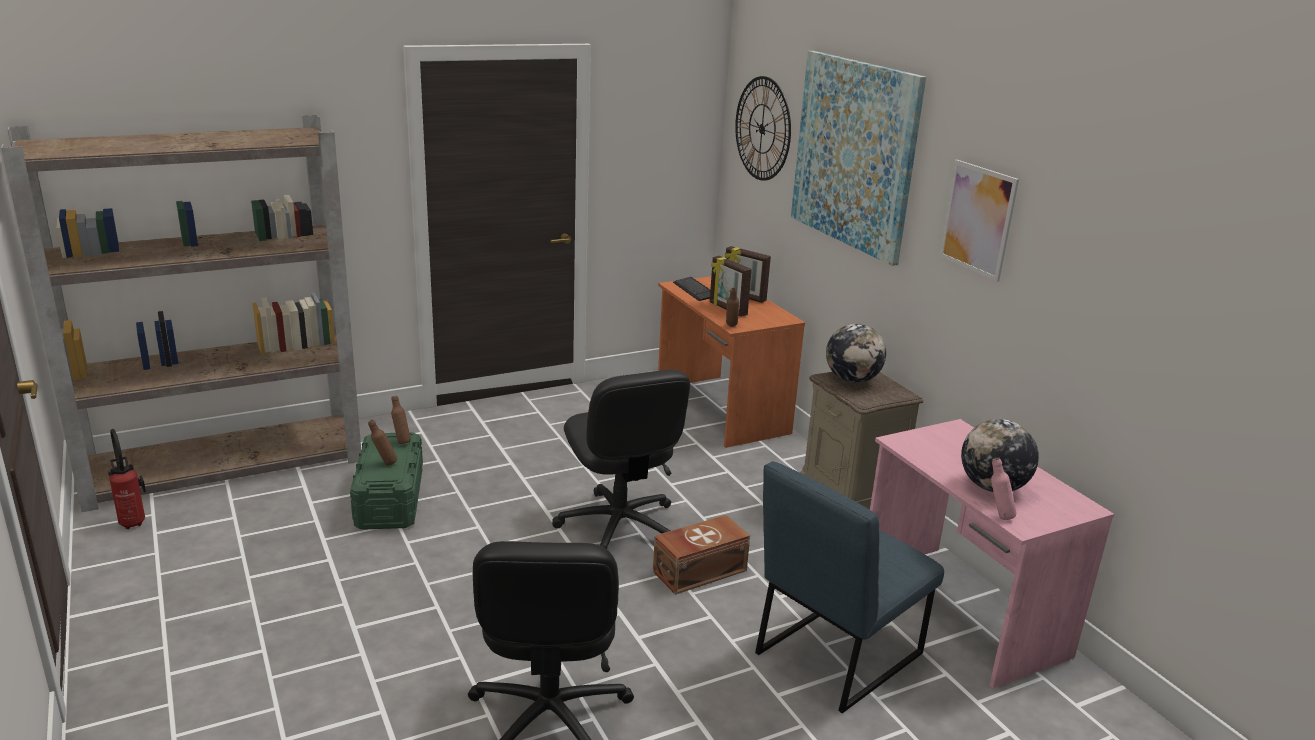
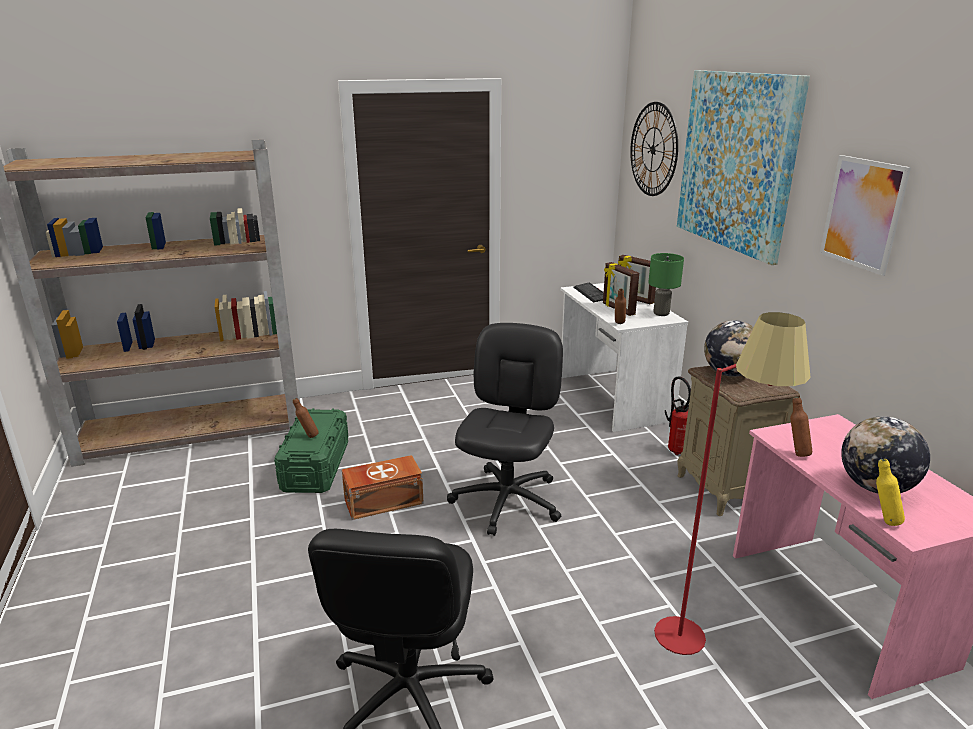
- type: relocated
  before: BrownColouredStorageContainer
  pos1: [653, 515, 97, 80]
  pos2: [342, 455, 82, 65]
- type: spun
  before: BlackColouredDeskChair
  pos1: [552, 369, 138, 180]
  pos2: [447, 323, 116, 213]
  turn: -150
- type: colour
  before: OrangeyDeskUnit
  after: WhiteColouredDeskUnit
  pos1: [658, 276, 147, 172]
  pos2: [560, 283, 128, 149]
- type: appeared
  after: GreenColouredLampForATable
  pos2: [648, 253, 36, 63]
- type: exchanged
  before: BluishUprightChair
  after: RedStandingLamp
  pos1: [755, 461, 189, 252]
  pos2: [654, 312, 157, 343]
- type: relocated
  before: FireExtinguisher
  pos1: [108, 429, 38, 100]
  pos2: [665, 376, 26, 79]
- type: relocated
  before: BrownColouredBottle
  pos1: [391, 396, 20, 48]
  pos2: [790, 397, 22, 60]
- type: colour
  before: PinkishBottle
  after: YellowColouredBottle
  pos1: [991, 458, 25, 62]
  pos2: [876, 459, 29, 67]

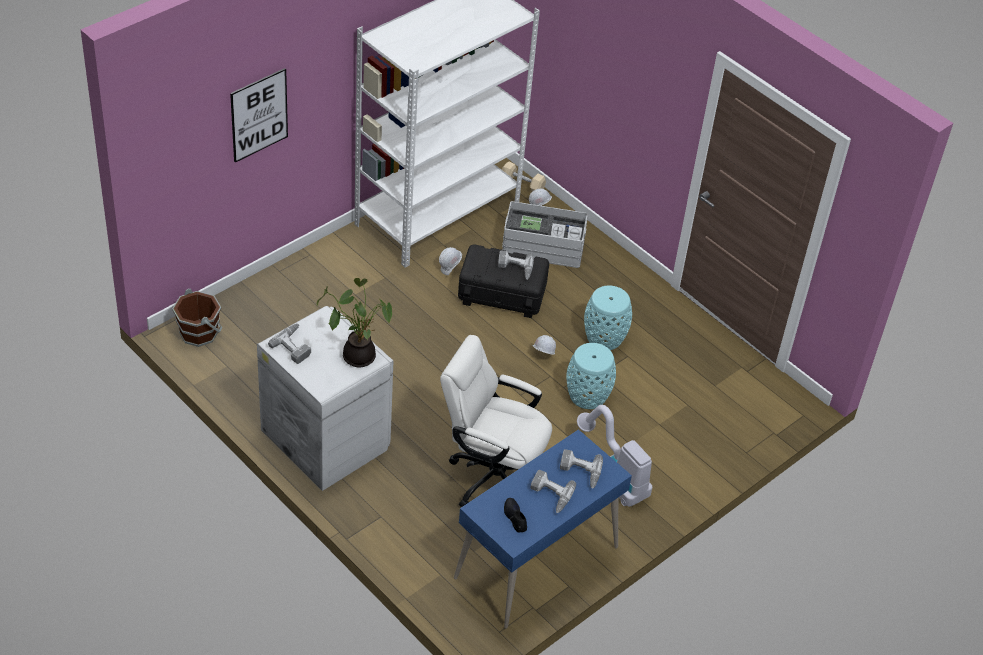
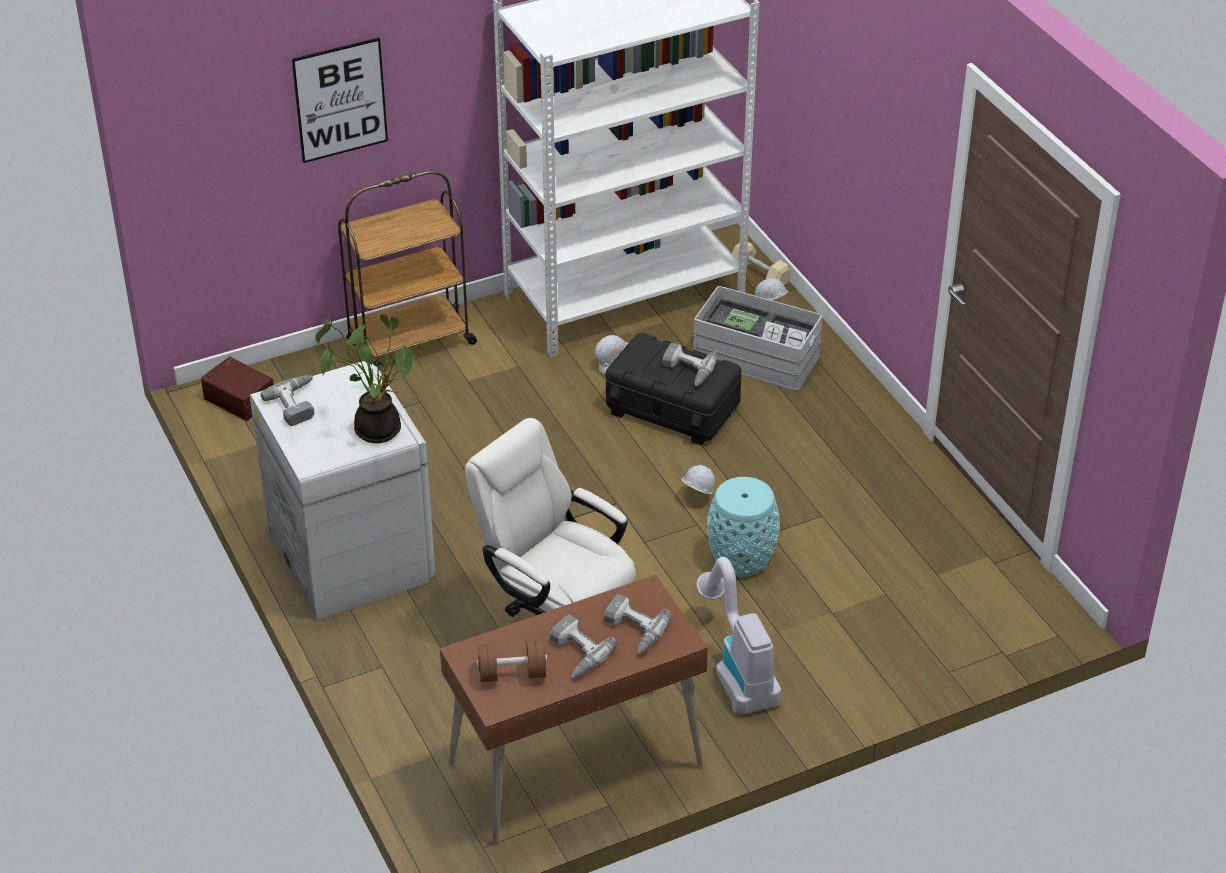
- type: exchanged
  before: BrownColouredWaterBucket
  after: BrownColouredStorageContainer
  pos1: [172, 289, 50, 58]
  pos2: [201, 356, 73, 65]
- type: appeared
  after: BrownColouredTrolley
  pos2: [338, 171, 139, 196]
- type: colour
  before: BluishDeskUnit
  after: BrownColouredDeskUnit
  pos1: [454, 429, 178, 200]
  pos2: [440, 574, 268, 271]
- type: exchanged
  before: BlackColouredLowShoe
  after: BrownColouredHandWeight
  pos1: [504, 498, 23, 34]
  pos2: [476, 640, 72, 42]
- type: missing
  before: BlueGreenSittingStool
  pos1: [584, 286, 48, 64]

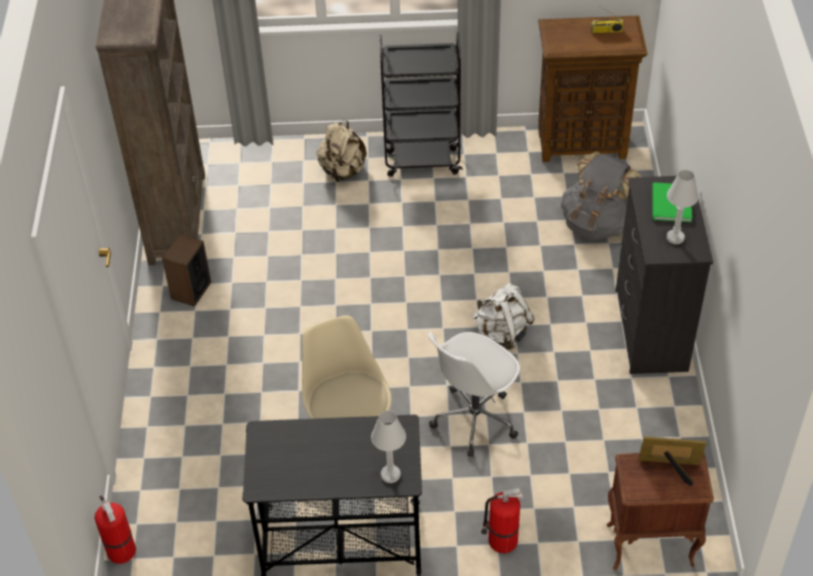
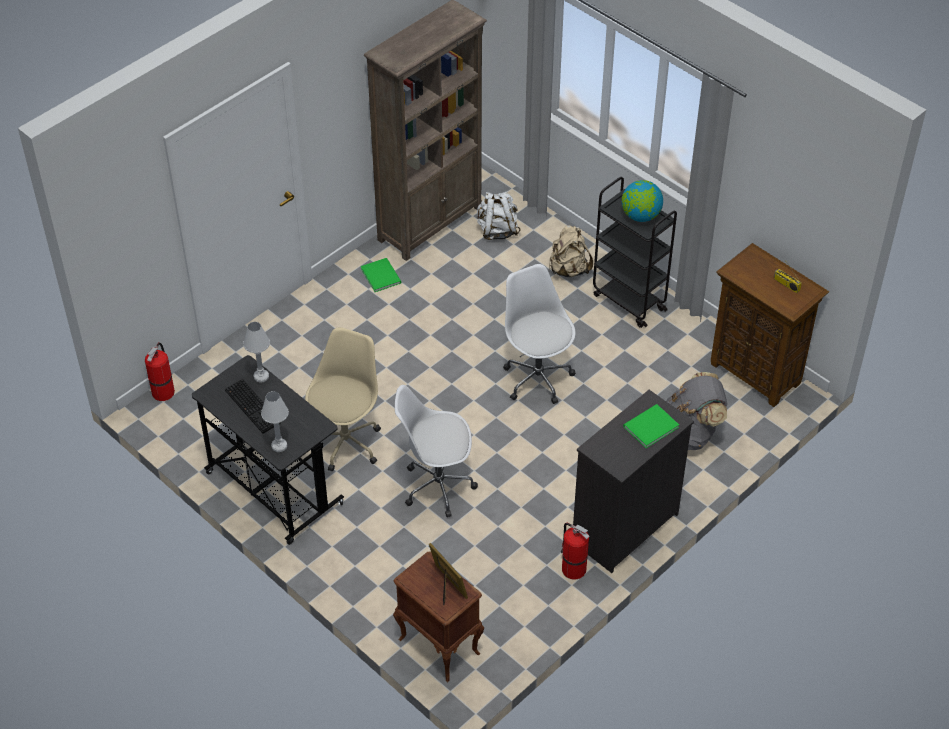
- type: appeared
  after: ComputerKeyboard
  pos2: [225, 379, 56, 55]
- type: relocated
  before: WhiteColouredLampForATable
  pos1: [666, 170, 32, 74]
  pos2: [243, 322, 27, 61]
- type: exchanged
  before: Loudspeaker
  after: GreenColouredBoundBook
  pos1: [162, 234, 49, 73]
  pos2: [361, 258, 40, 34]
- type: relocated
  before: WhiteColouredRucksack
  pos1: [472, 283, 63, 67]
  pos2: [477, 191, 44, 49]
- type: appeared
  after: WhiteColouredDeskChair
  pos2: [503, 264, 73, 140]
- type: relocated
  before: FireExtinguisher
  pos1: [481, 488, 42, 65]
  pos2: [561, 523, 29, 57]
- type: appeared
  after: Globe
  pos2: [622, 180, 41, 42]

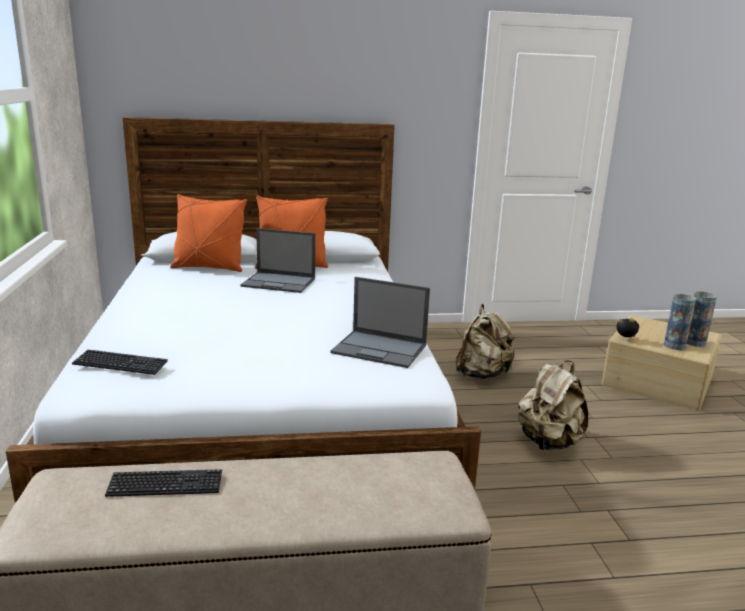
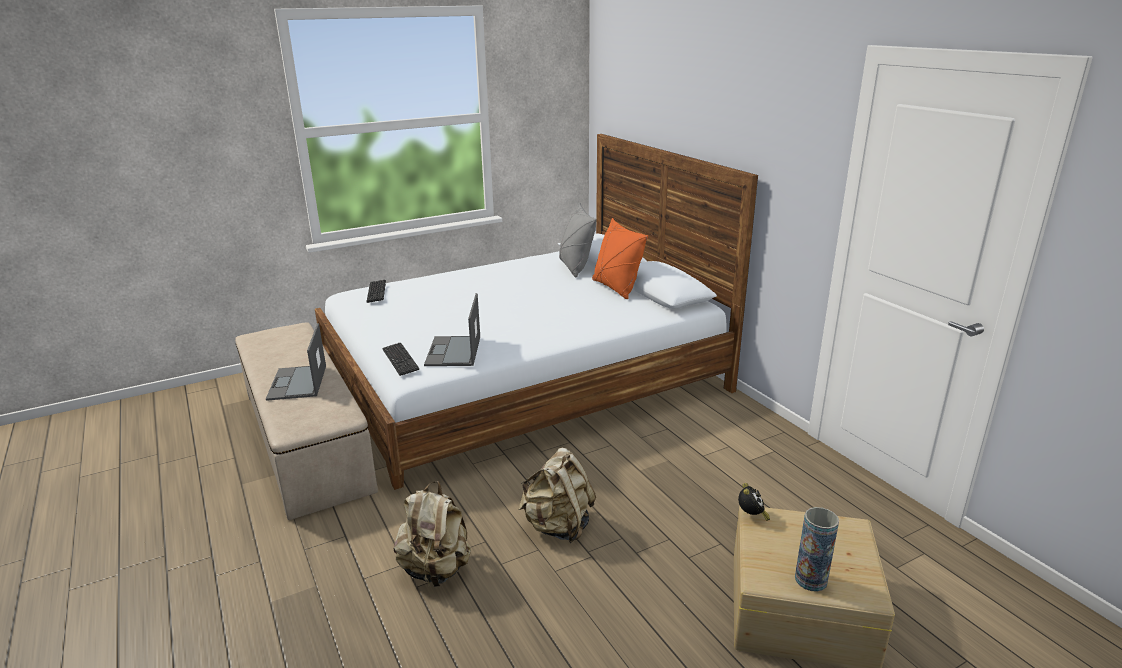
- type: relocated
  before: PortableComputer
  pos1: [240, 228, 75, 65]
  pos2: [266, 323, 60, 78]
- type: relocated
  before: ComputerKeyboard
  pos1: [105, 469, 117, 28]
  pos2: [382, 343, 38, 33]
- type: relocated
  before: BeigeColouredRucksack
  pos1: [455, 304, 60, 75]
  pos2: [394, 481, 77, 106]
- type: colour
  before: OrangeyThrowPillow
  after: GrayThrowPillow
  pos1: [170, 194, 77, 78]
  pos2: [559, 203, 38, 75]
- type: missing
  before: Vase
  pos1: [664, 294, 32, 56]

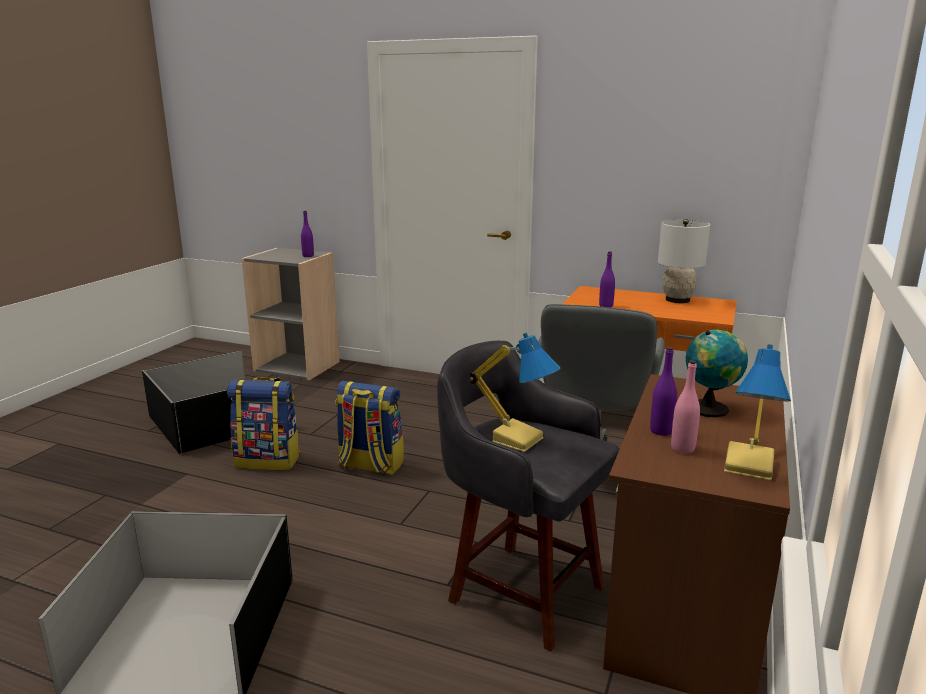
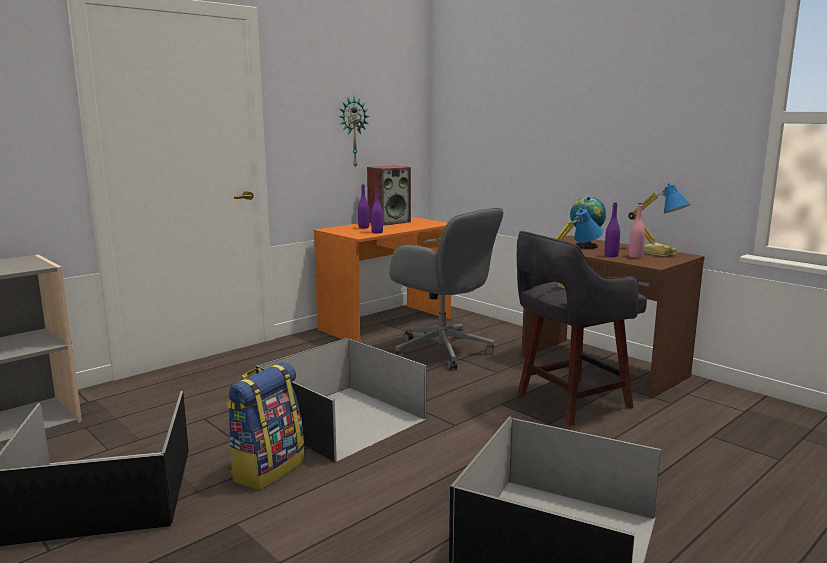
- type: exchanged
  before: Rucksack
  after: BlackColouredStorageContainer
  pos1: [336, 381, 68, 94]
  pos2: [256, 337, 171, 125]
- type: appeared
  after: WallClock
  pos2: [338, 97, 32, 72]
- type: relocated
  before: PurpleBottle
  pos1: [301, 211, 13, 46]
  pos2: [358, 184, 11, 44]
- type: exchanged
  before: WhiteColouredLampForATable
  after: Loudspeaker
  pos1: [658, 219, 52, 84]
  pos2: [367, 165, 44, 61]

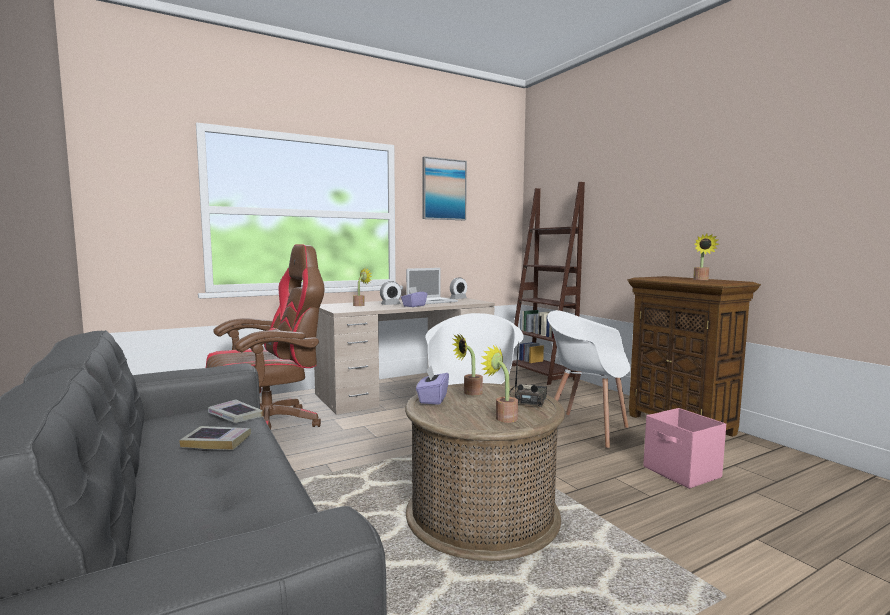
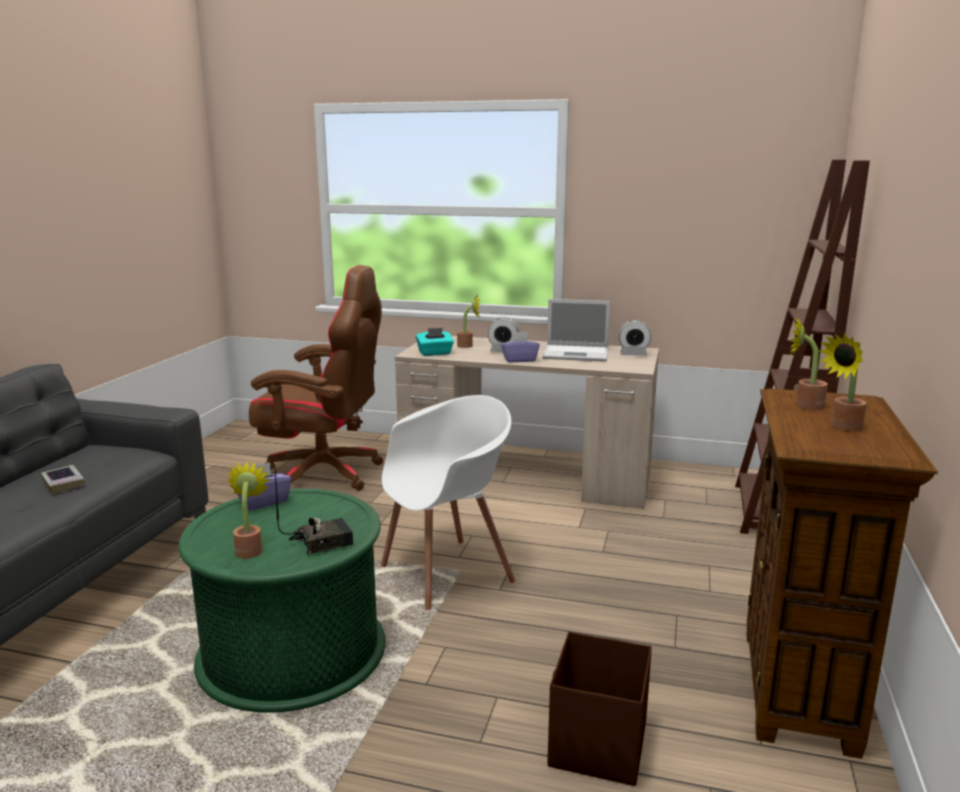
- type: colour
  before: BrownColouredLowTable
  after: GreenColouredLowTable
  pos1: [405, 383, 160, 178]
  pos2: [179, 488, 207, 225]
- type: appeared
  after: BlueGreenTissueHolder
  pos2: [416, 328, 38, 28]
- type: colour
  before: PinkishStorageContainer
  after: BrownColouredStorageContainer
  pos1: [643, 408, 83, 81]
  pos2: [548, 632, 104, 154]
- type: relocated
  before: PottedPlant
  pos1: [453, 333, 30, 63]
  pos2: [790, 317, 38, 93]
- type: missing
  before: BoundBook
  pos1: [208, 399, 55, 24]
- type: missing
  before: Picture
  pos1: [422, 156, 45, 64]
- type: missing
  before: WhiteColouredUprightChair
  pos1: [547, 310, 83, 138]

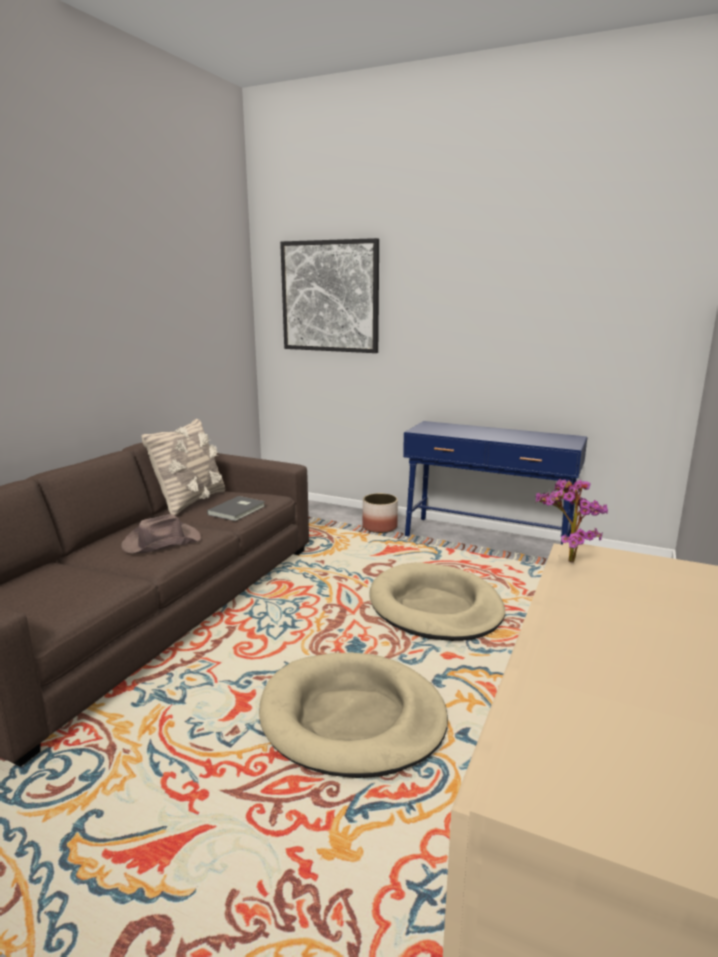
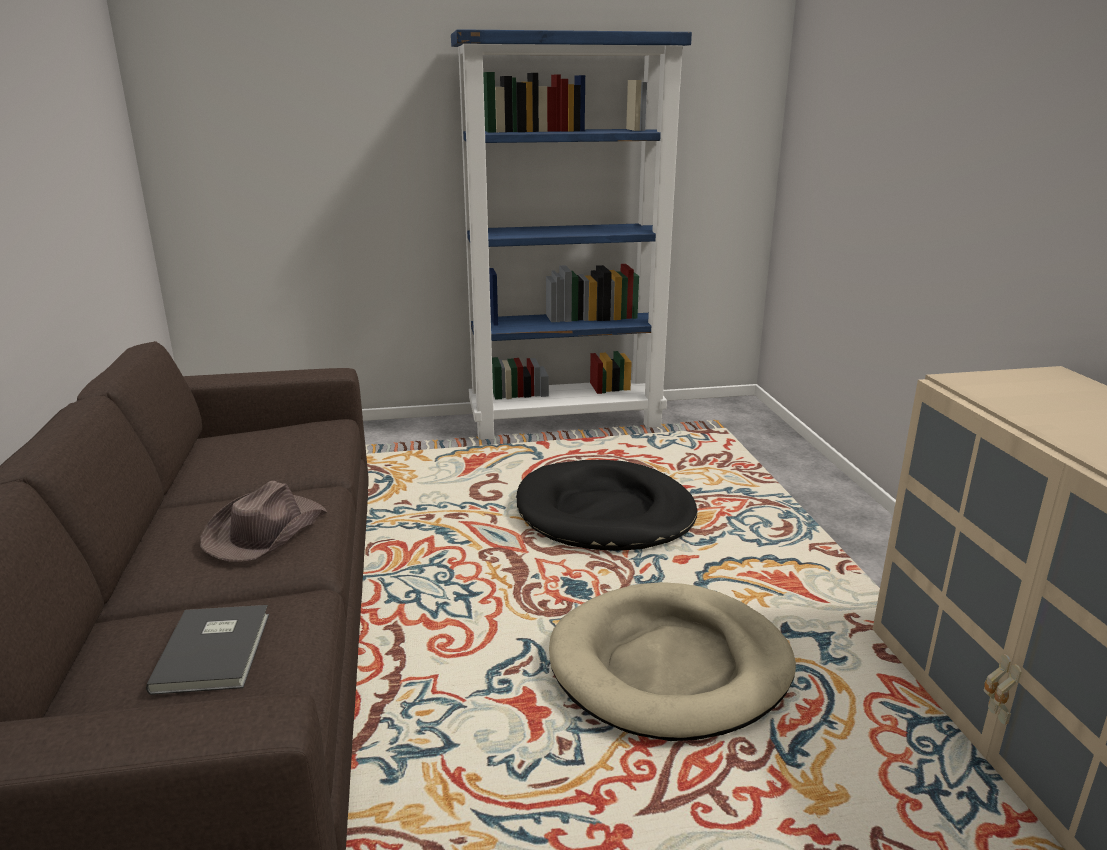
- type: relocated
  before: GrayBoundBook
  pos1: [207, 496, 58, 25]
  pos2: [146, 605, 123, 90]
- type: exchanged
  before: BluishConsoleTable
  after: BluishShelvingUnit
  pos1: [403, 421, 184, 124]
  pos2: [451, 29, 241, 411]
- type: colour
  before: BeigeColouredPetBed
  after: BlackColouredPetBed
  pos1: [369, 562, 136, 79]
  pos2: [517, 460, 180, 91]
- type: missing
  before: BeigeColouredThrowPillow
  pos1: [142, 419, 83, 96]
- type: missing
  before: Picture
  pos1: [280, 238, 99, 115]
- type: missing
  before: FlowerPot
  pos1: [363, 493, 35, 40]
- type: missing
  before: PottedPlant
  pos1: [536, 479, 72, 84]

